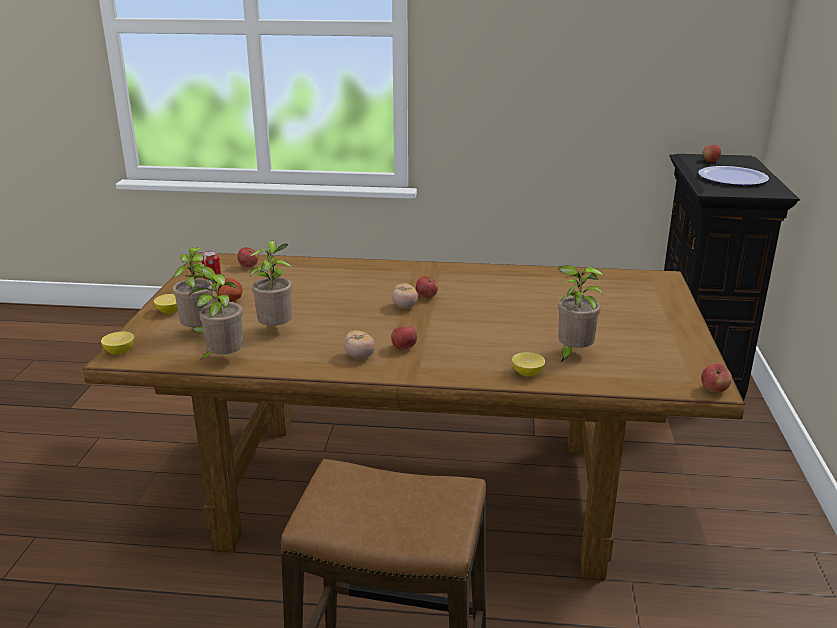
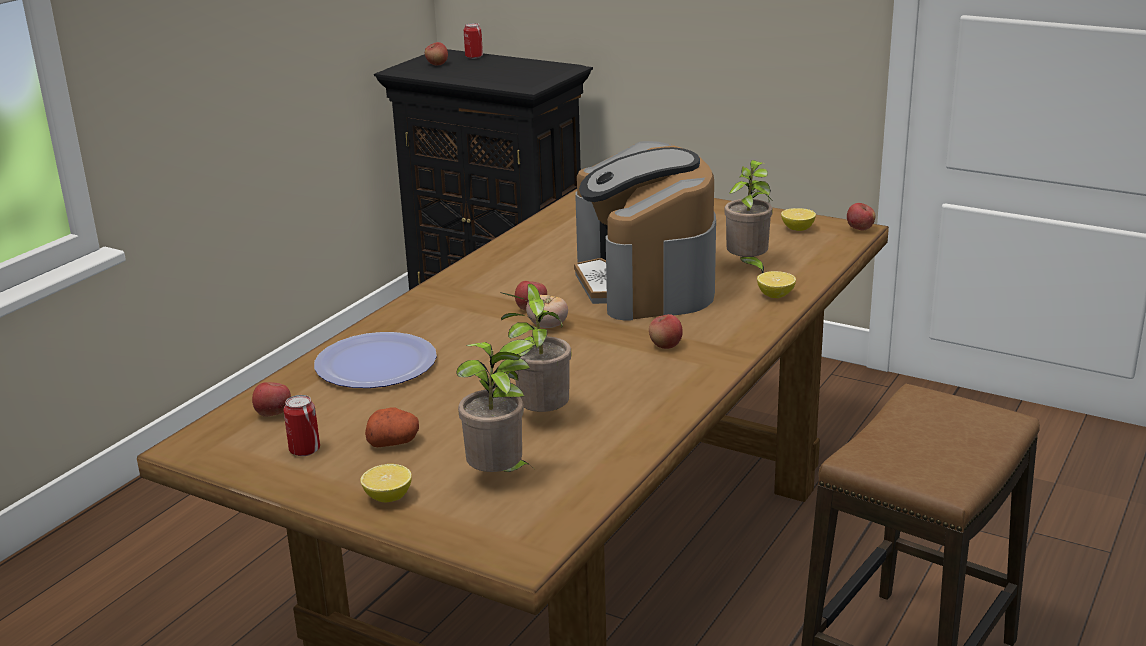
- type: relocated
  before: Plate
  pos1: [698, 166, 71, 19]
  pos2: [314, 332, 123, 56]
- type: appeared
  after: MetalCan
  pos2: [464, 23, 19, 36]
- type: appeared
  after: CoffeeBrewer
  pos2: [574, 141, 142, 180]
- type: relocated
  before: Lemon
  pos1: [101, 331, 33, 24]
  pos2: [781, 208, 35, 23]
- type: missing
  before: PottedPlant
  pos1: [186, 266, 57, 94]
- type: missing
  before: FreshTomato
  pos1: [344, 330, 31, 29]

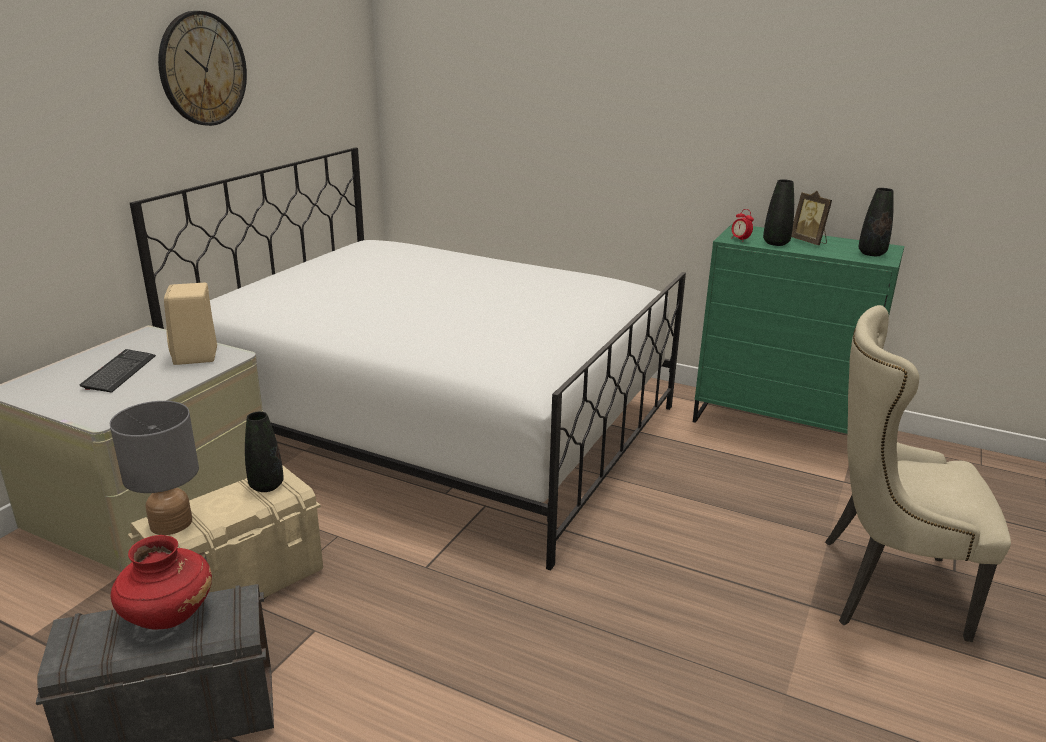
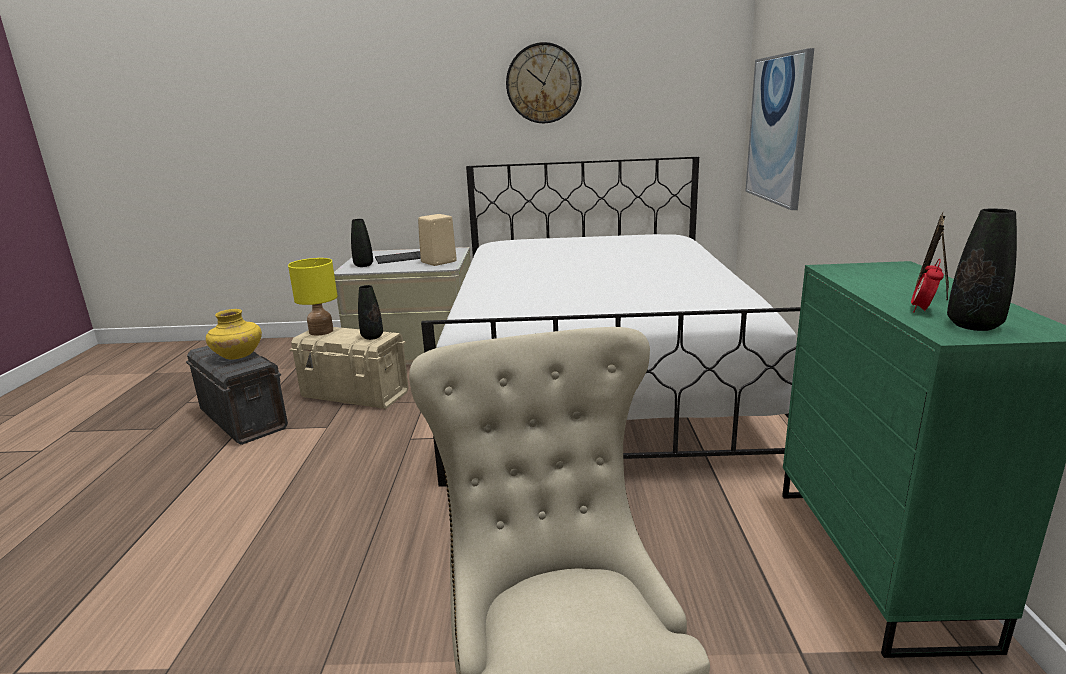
- type: colour
  before: RedVase
  after: YellowColouredVase
  pos1: [111, 535, 101, 94]
  pos2: [206, 309, 56, 51]
- type: colour
  before: GrayLampForATable
  after: YellowColouredLampForATable
  pos1: [110, 401, 89, 134]
  pos2: [288, 258, 50, 77]
- type: relocated
  before: BlackColouredVase
  pos1: [763, 179, 31, 67]
  pos2: [351, 219, 22, 48]
- type: appeared
  after: Picture
  pos2: [745, 48, 69, 162]
- type: relocated
  before: TableClock
  pos1: [731, 209, 23, 31]
  pos2: [911, 259, 33, 53]

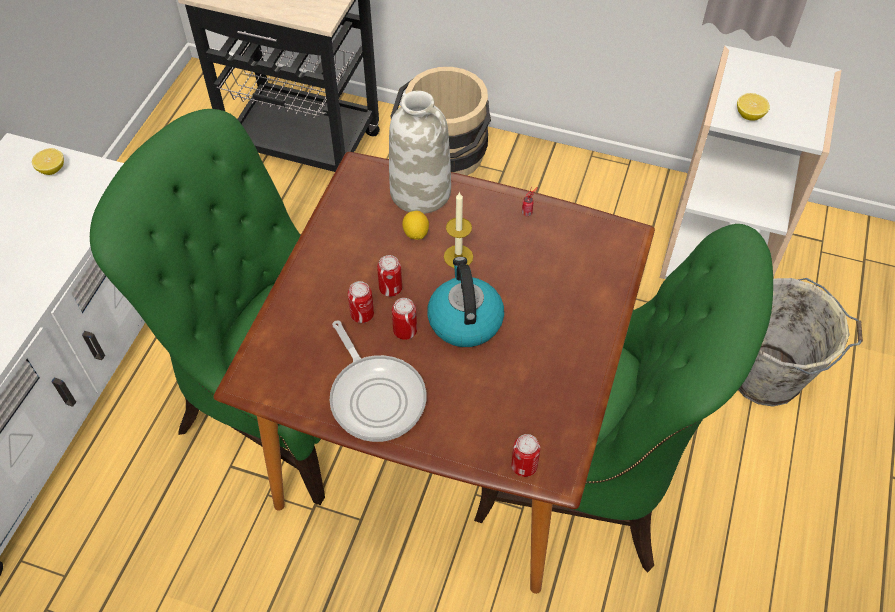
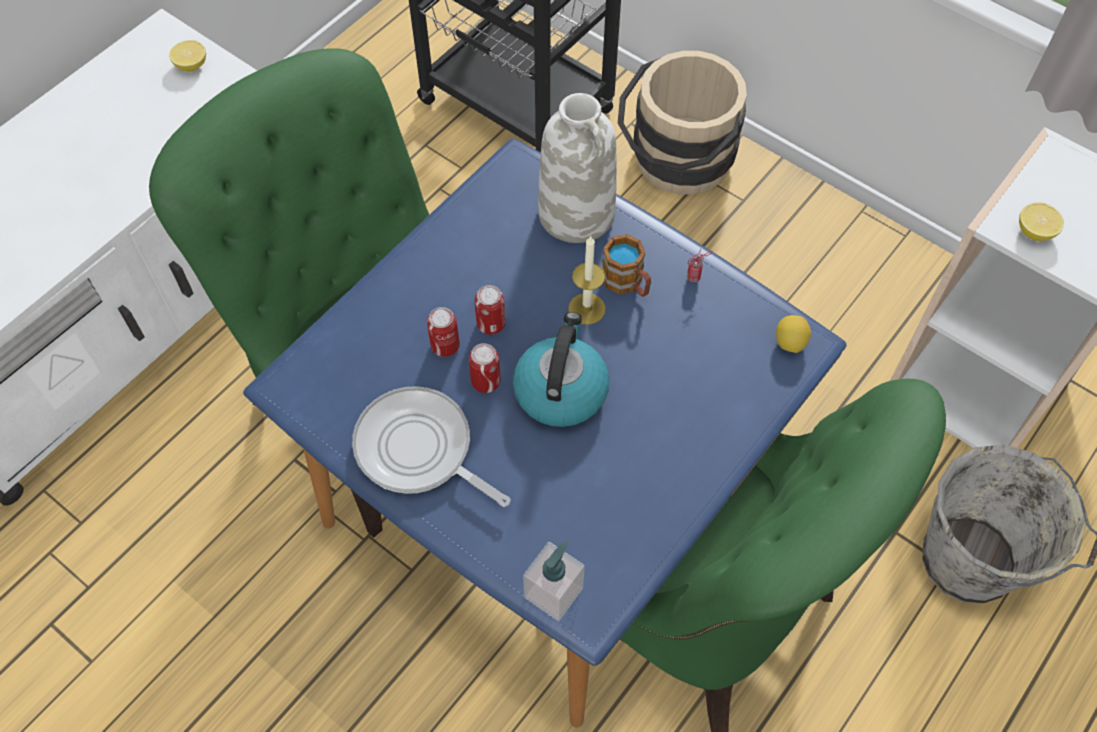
- type: colour
  before: BrownColouredDinnerTable
  after: BluishDinnerTable
  pos1: [213, 152, 442, 442]
  pos2: [243, 138, 603, 590]
- type: spun
  before: Pan
  pos1: [330, 320, 97, 122]
  pos2: [352, 386, 158, 121]
  turn: 135
- type: exchanged
  before: MetalCan
  after: SoapDispenser
  pos1: [511, 434, 29, 43]
  pos2: [523, 539, 62, 82]
- type: appeared
  after: TeaMug
  pos2: [603, 234, 48, 63]
- type: relocated
  before: Lemon
  pos1: [402, 211, 27, 29]
  pos2: [776, 315, 35, 38]

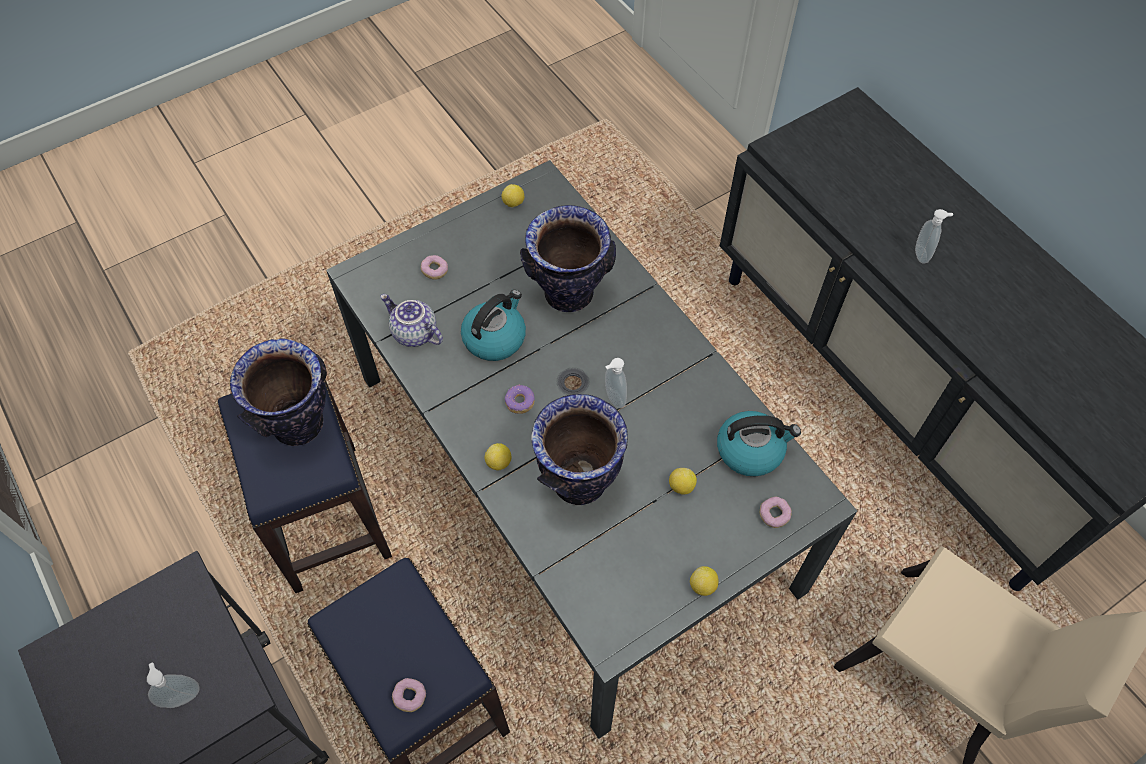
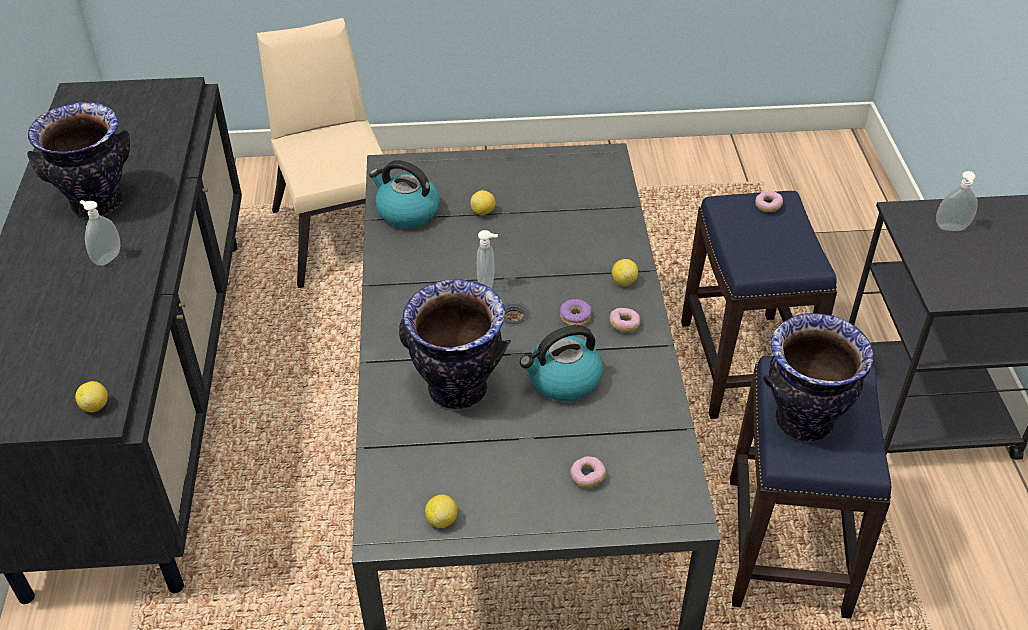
- type: relocated
  before: Vase
  pos1: [531, 394, 97, 111]
  pos2: [28, 102, 102, 115]
- type: relocated
  before: Lemon
  pos1: [690, 566, 28, 30]
  pos2: [75, 381, 33, 31]
- type: relocated
  before: Doughnut
  pos1: [759, 497, 33, 31]
  pos2: [610, 308, 30, 24]
- type: missing
  before: Teapot
  pos1: [380, 294, 63, 53]

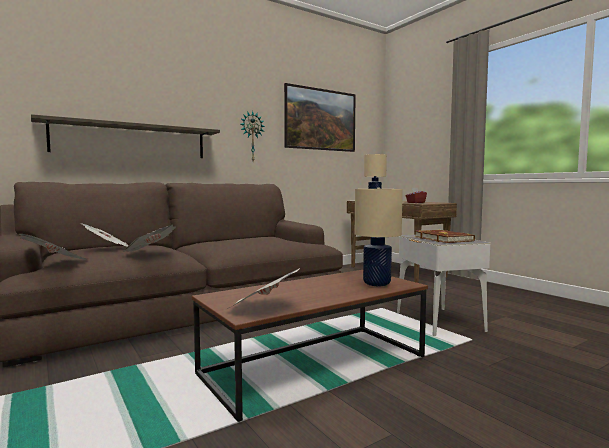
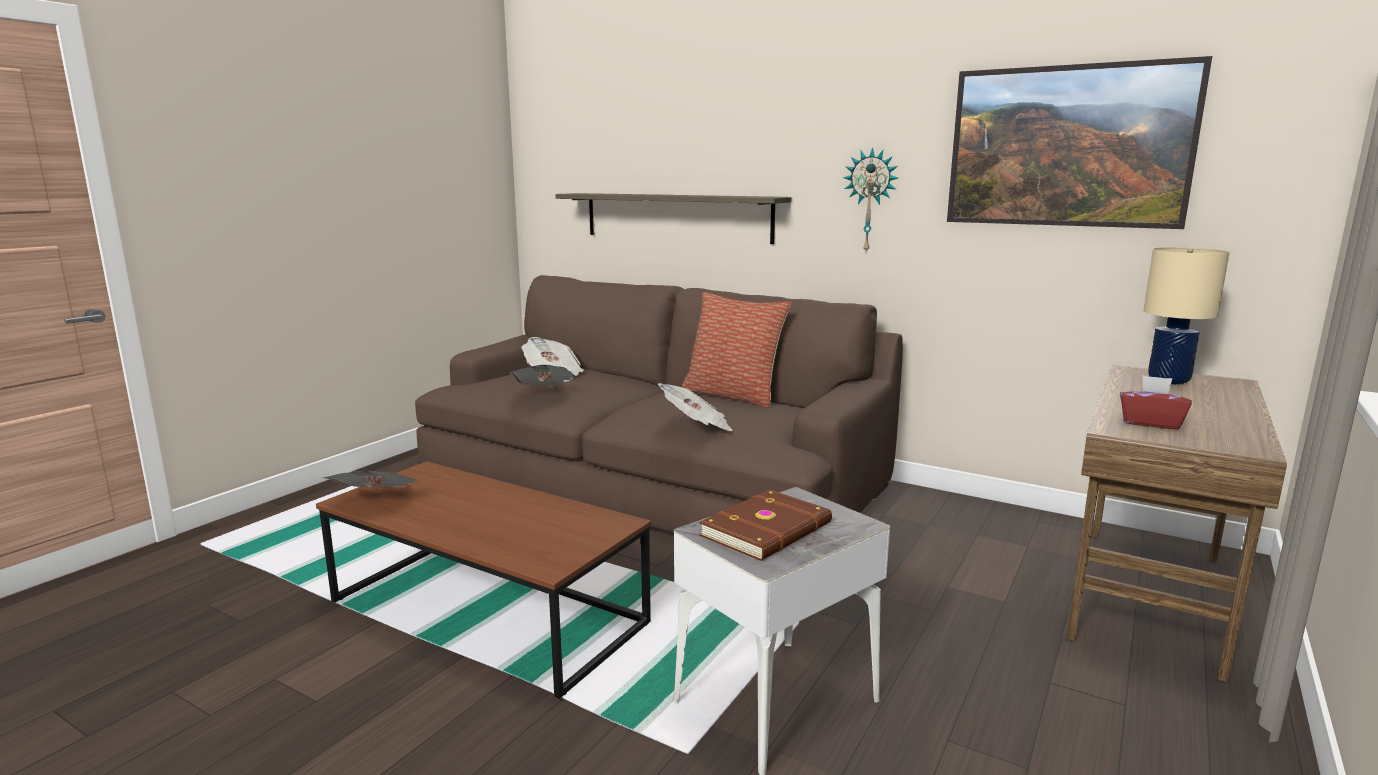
- type: relocated
  before: DailyPaper
  pos1: [18, 234, 70, 26]
  pos2: [658, 383, 74, 48]
- type: appeared
  after: ThrowPillow
  pos2: [682, 292, 109, 116]
- type: missing
  before: BeigeColouredLampForATable
  pos1: [355, 188, 48, 99]

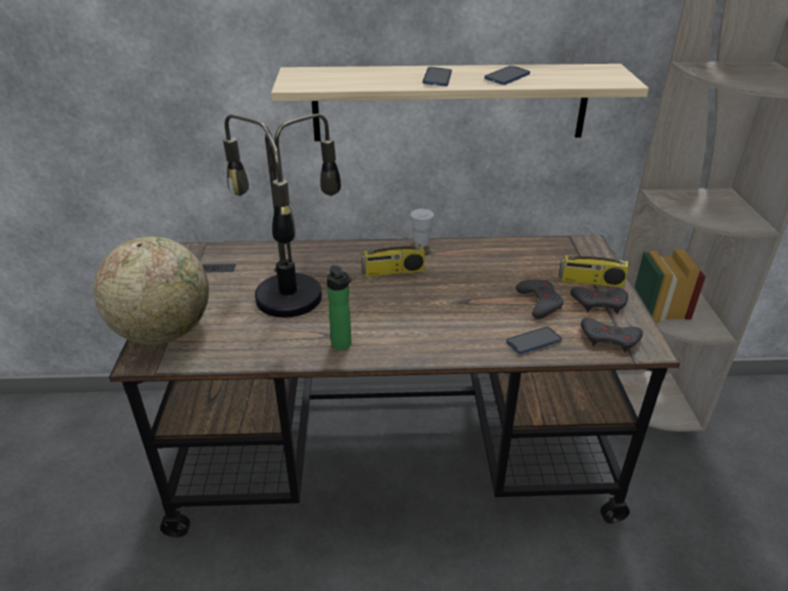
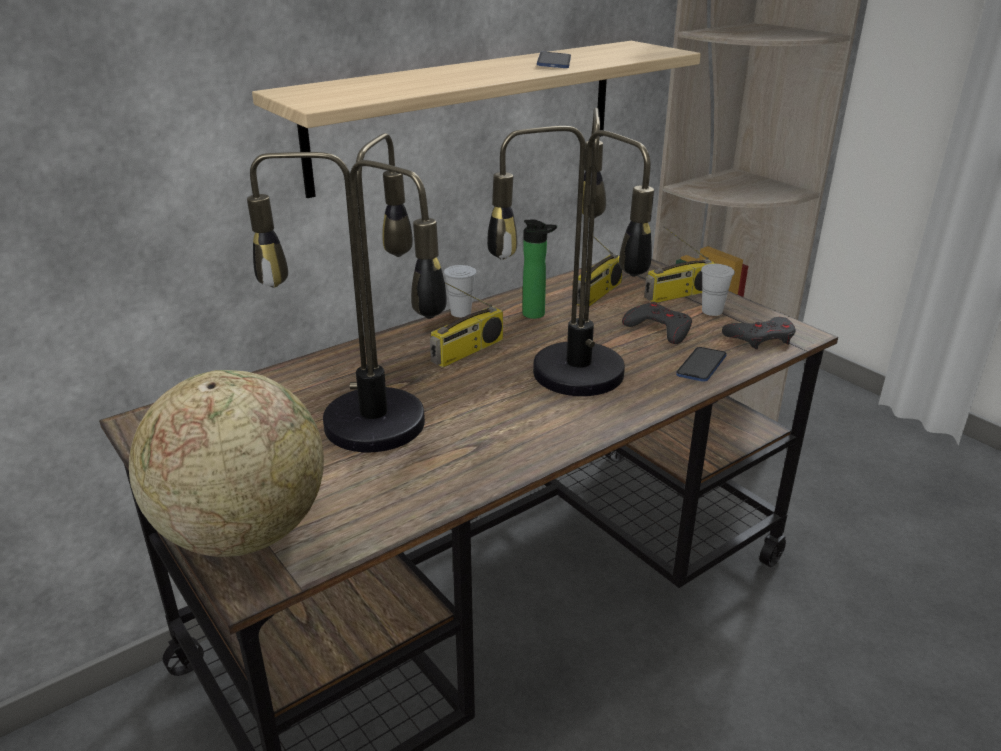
- type: appeared
  after: LampForATable
  pos2: [487, 108, 167, 288]
- type: relocated
  before: Bottle
  pos1: [326, 265, 26, 85]
  pos2: [522, 219, 35, 100]
- type: appeared
  after: Radio
  pos2: [577, 231, 45, 76]
- type: exchanged
  before: GrayGameController
  after: WhiteColouredCup
  pos1: [571, 287, 57, 27]
  pos2: [701, 264, 34, 52]
- type: missing
  before: Handset
  pos1: [423, 67, 29, 19]

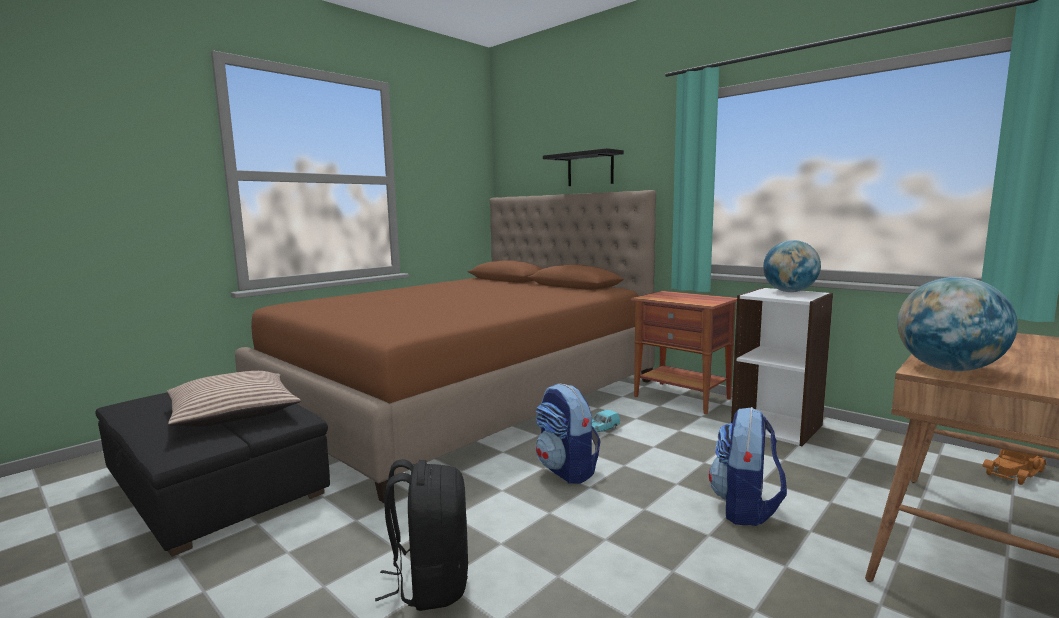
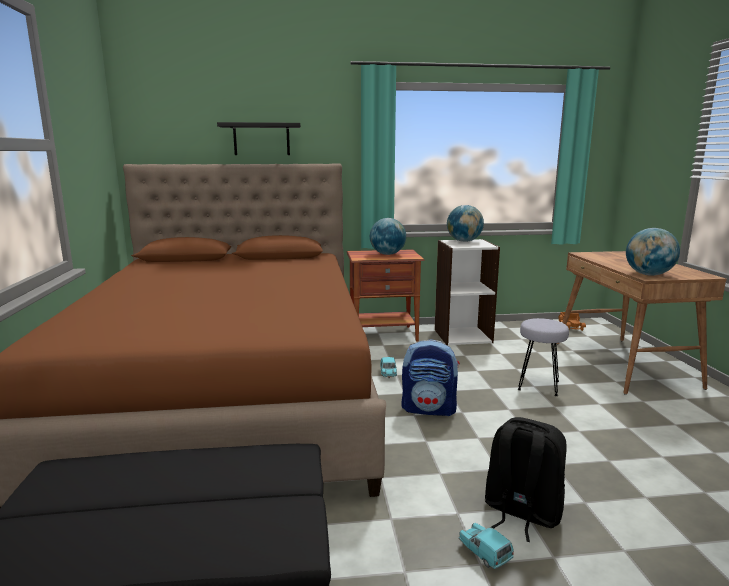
- type: appeared
  after: Globe
  pos2: [370, 218, 36, 37]
- type: appeared
  after: BlueGreenModelCar
  pos2: [459, 523, 55, 46]
- type: exchanged
  before: Rucksack
  after: GraySittingStool
  pos1: [709, 407, 78, 119]
  pos2: [517, 318, 52, 78]
- type: missing
  before: ThrowPillow
  pos1: [167, 371, 134, 56]

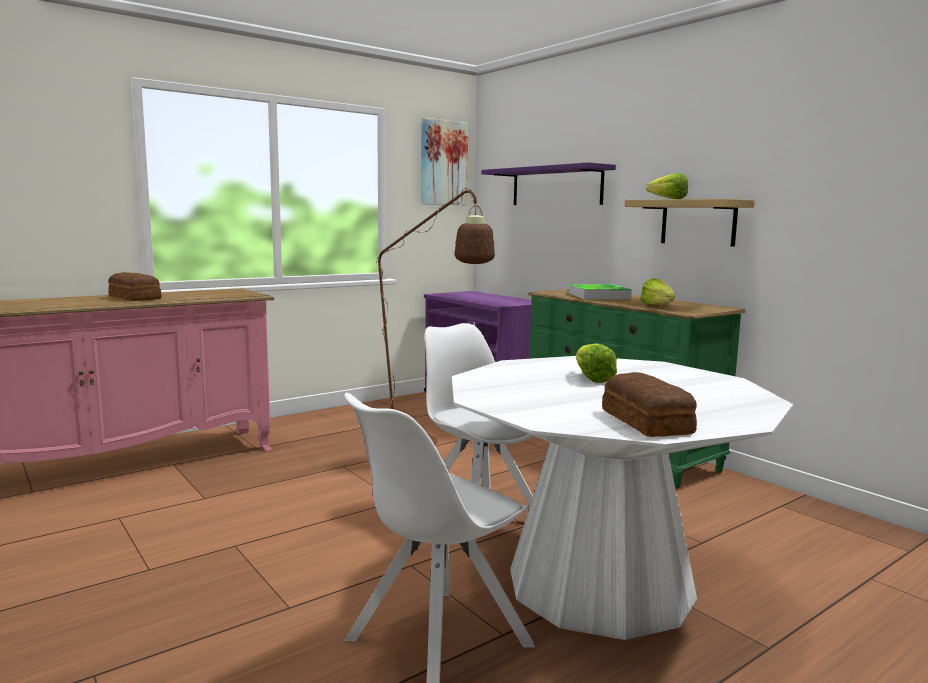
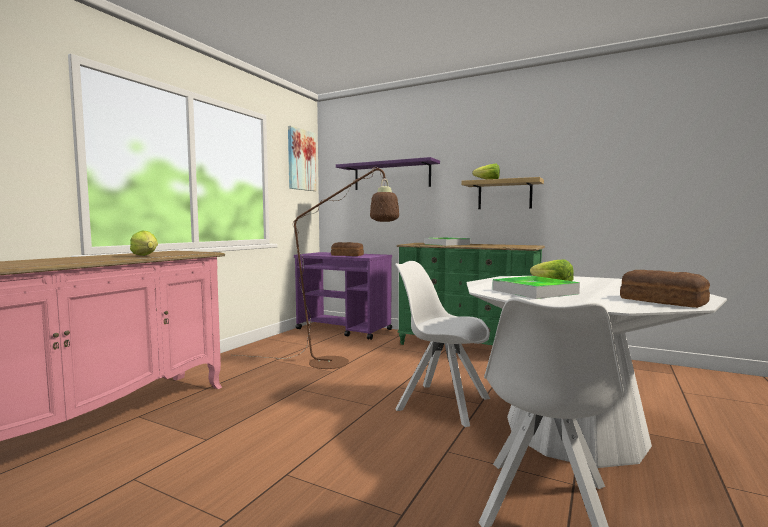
- type: relocated
  before: Lettuce
  pos1: [641, 278, 34, 28]
  pos2: [130, 230, 28, 26]
- type: relocated
  before: BakeryBread
  pos1: [108, 272, 54, 29]
  pos2: [331, 242, 33, 14]
- type: appeared
  after: Tray
  pos2: [493, 276, 87, 23]

